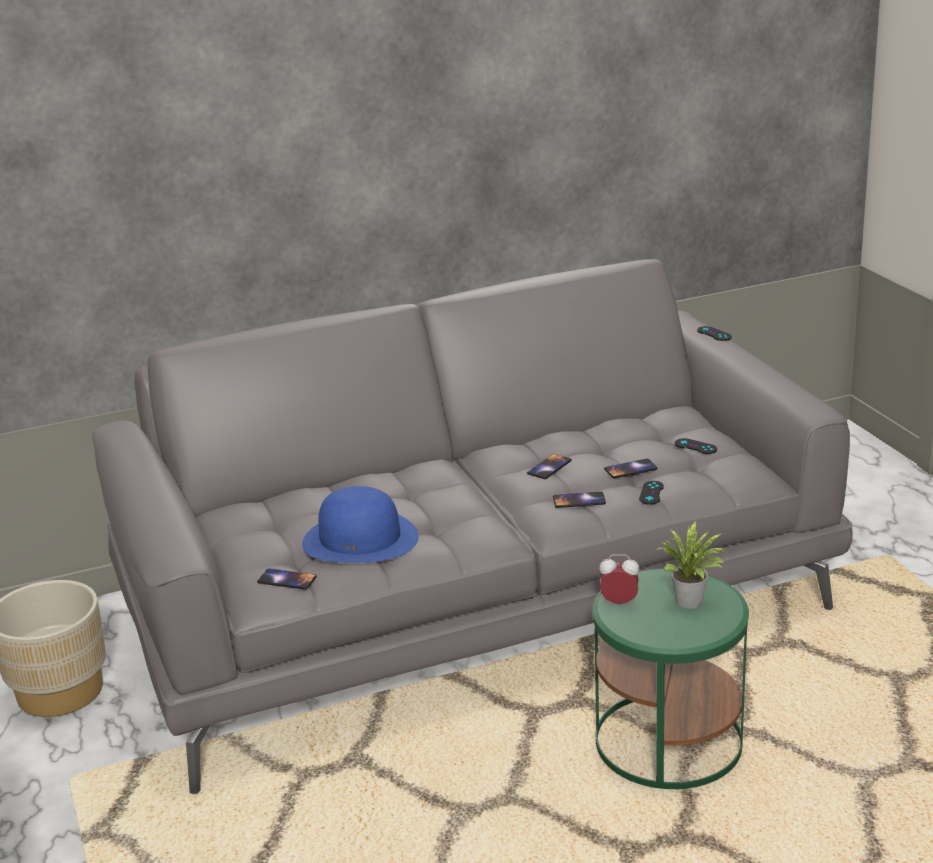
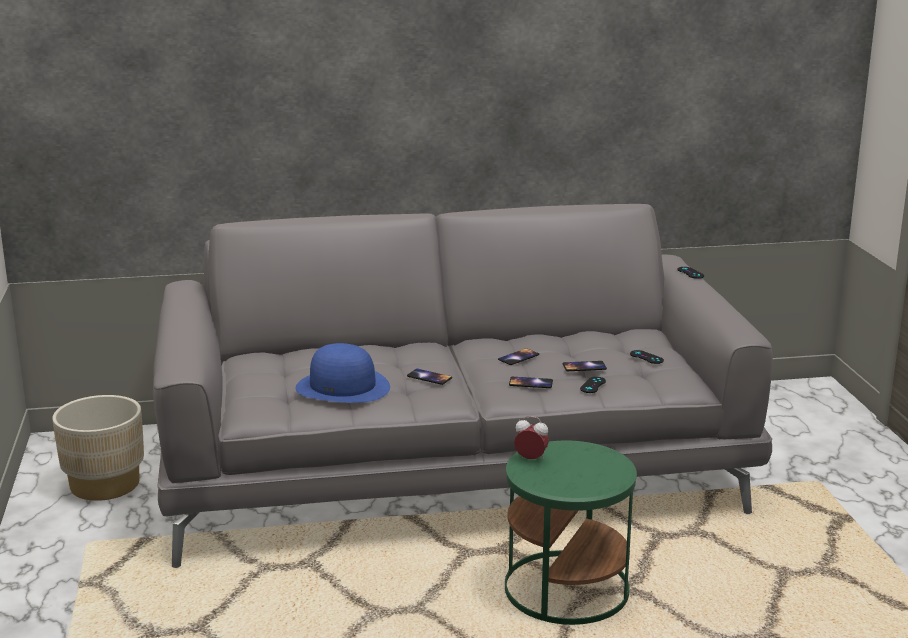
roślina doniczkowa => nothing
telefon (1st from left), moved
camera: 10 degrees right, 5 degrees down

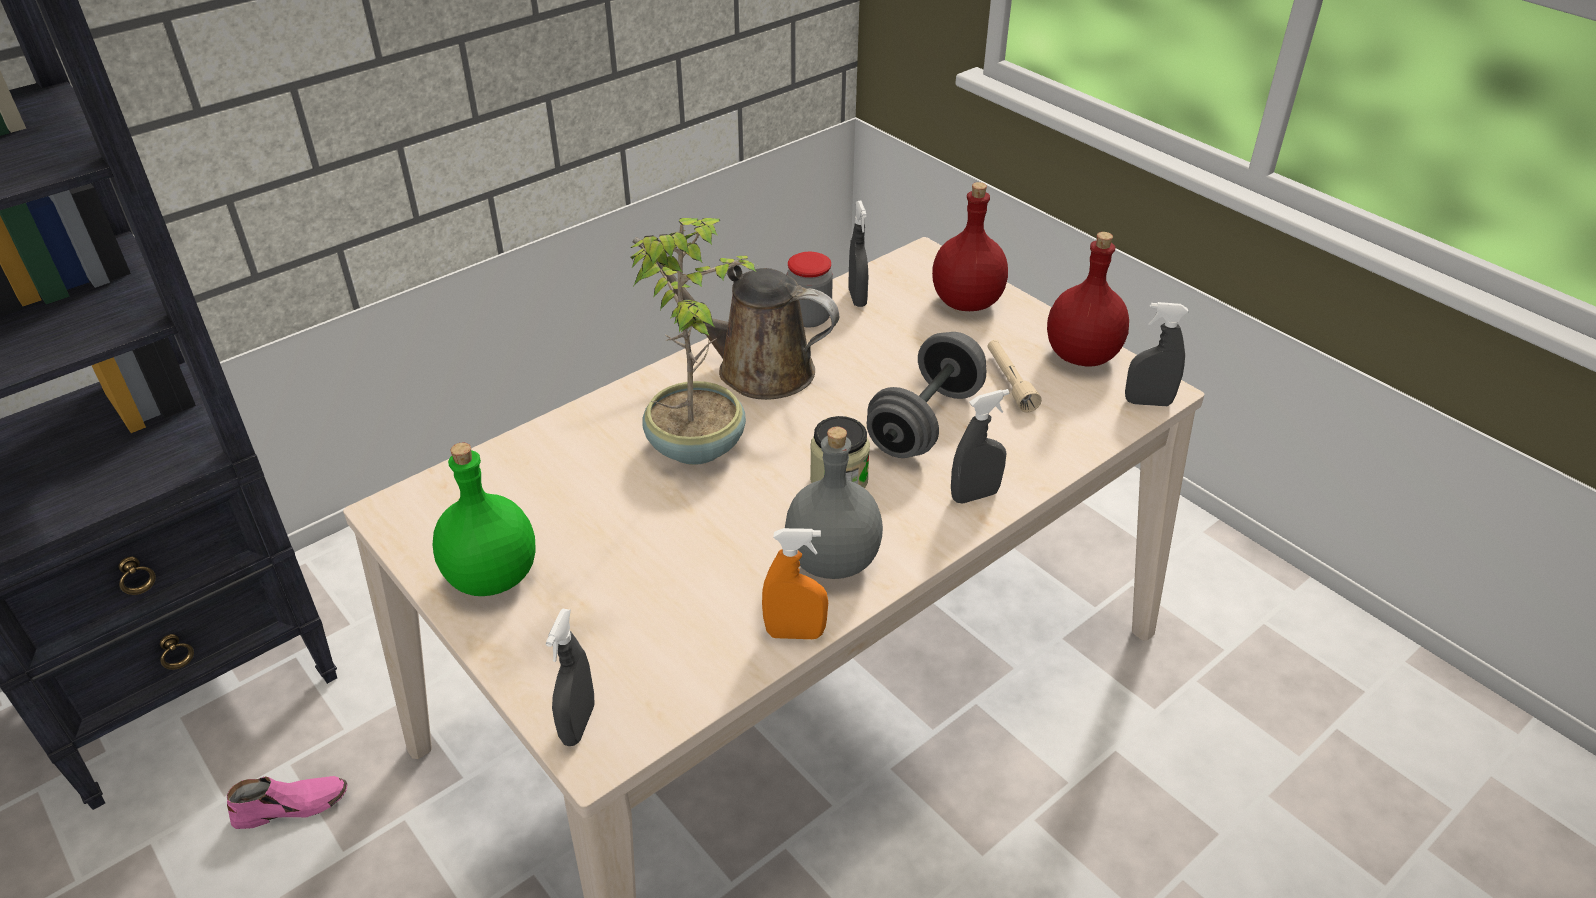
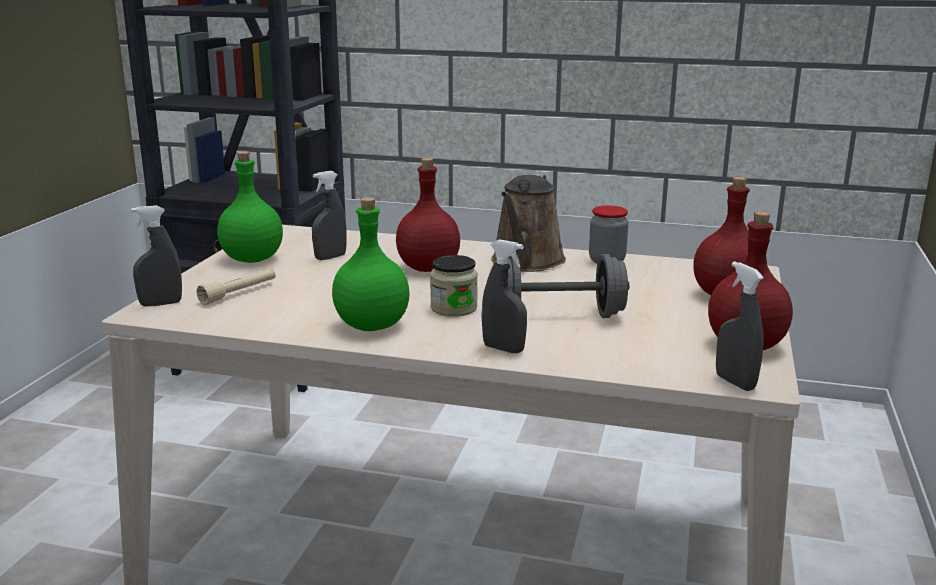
but [różowy] => nothing
spryskiwacz [pomarańczowy] => nothing
spryskiwacz [szary] (2nd from left), moved
latarka [beżowy], moved
roślina doniczkowa => butelka [czerwony] (1st from left)
butelka [szary] => butelka [zielony] (2nd from left)
konewka [brązowy], 150 degrees counterclockwise
camera: 55 degrees right, 20 degrees down

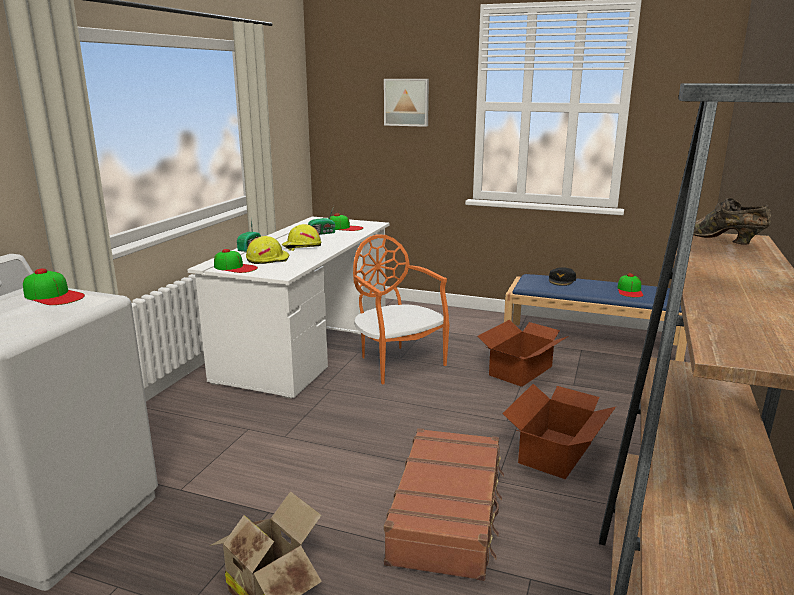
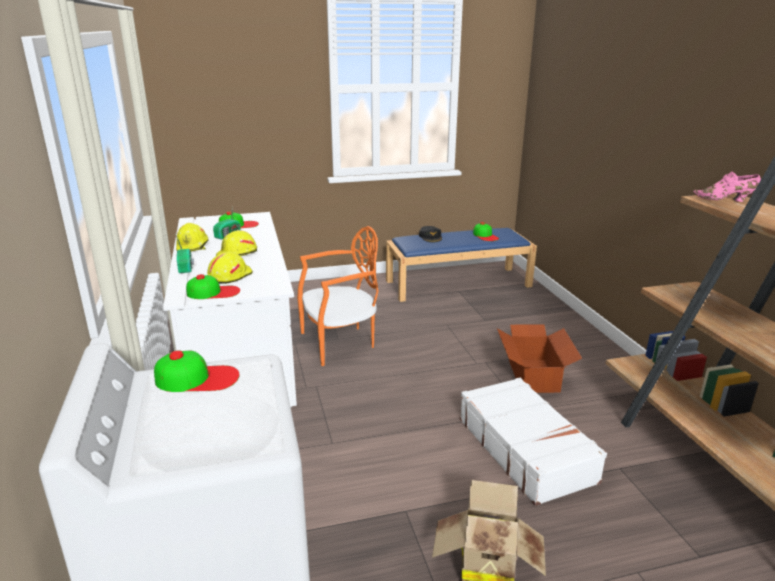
obraz => nothing
karton (2nd from left) => nothing
nothing => kask [żółty] (1st from left)
walizka [brązowy] => walizka [biały]
but [brązowy] => but [różowy]
krzesło [pomarańczowy], 135 degrees clockwise
camera: 35 degrees left, 5 degrees up

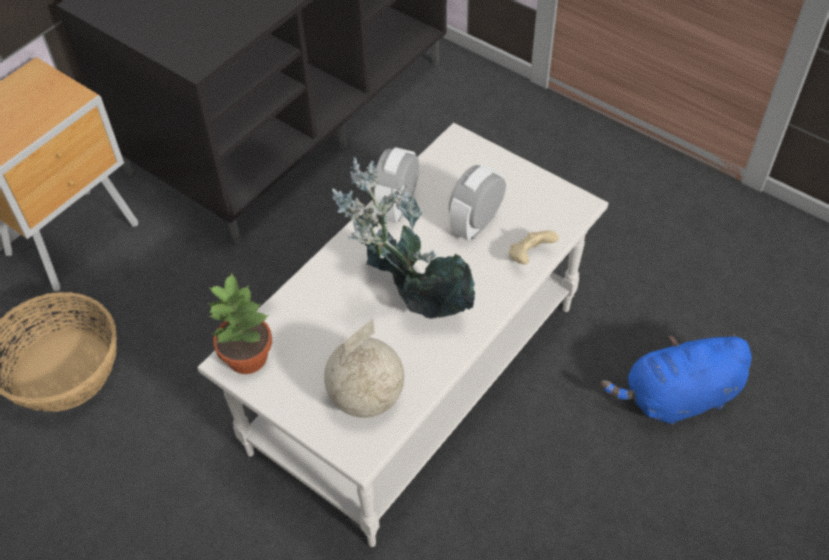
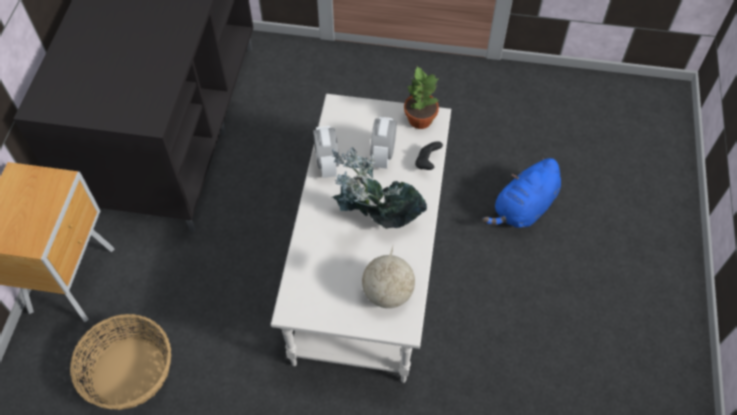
roślina doniczkowa (1st from left in the first image) => roślina doniczkowa (2nd from left), moved
pad do gier [beżowy] => pad do gier [czarny]
camera: 30 degrees left, 5 degrees up

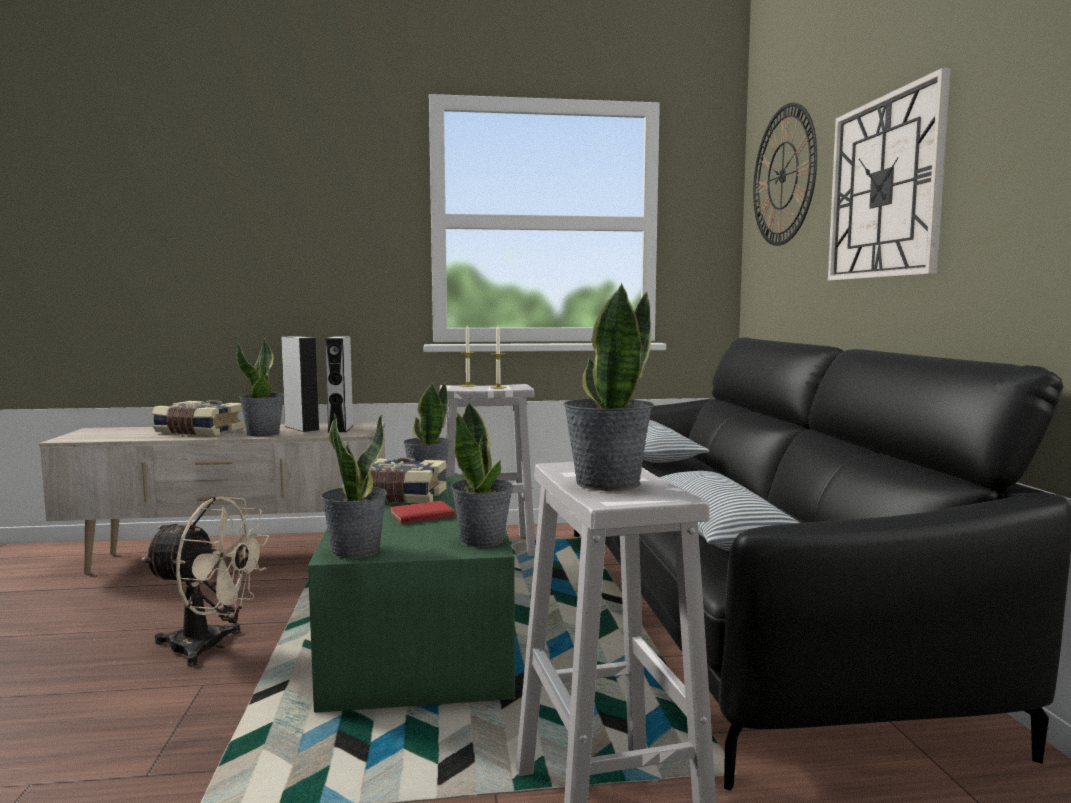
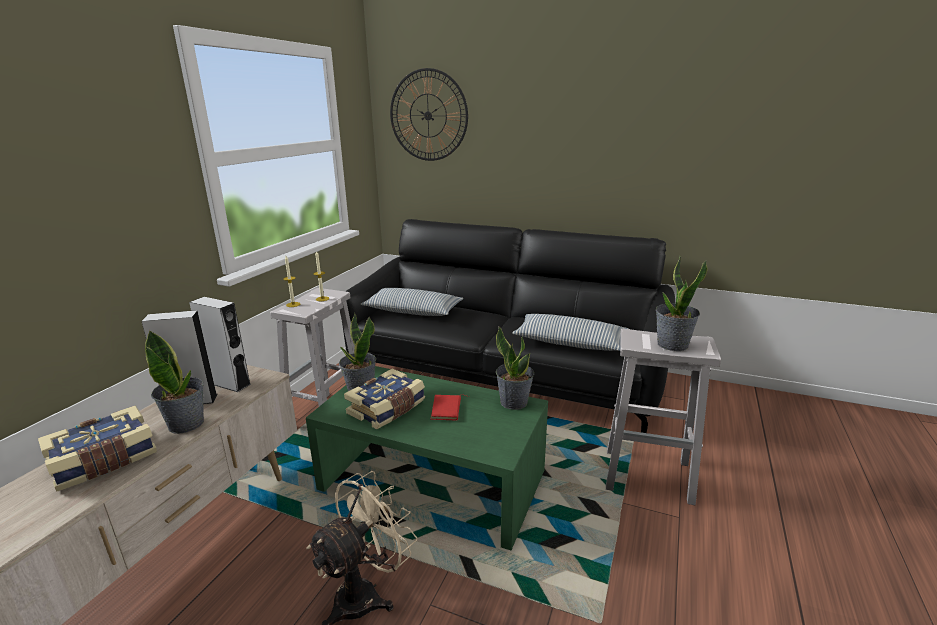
roślina doniczkowa (2nd from left) => nothing
zegar ścienny (2nd from left) => nothing
camera: 60 degrees left, 15 degrees up

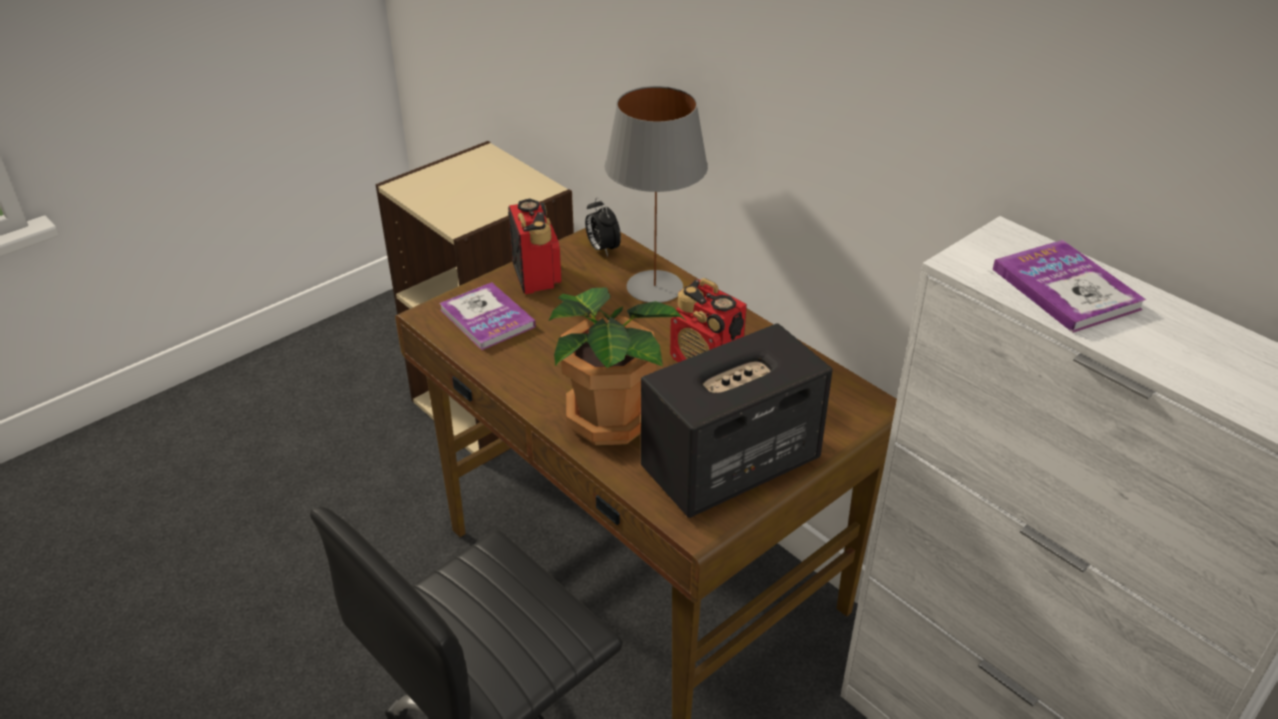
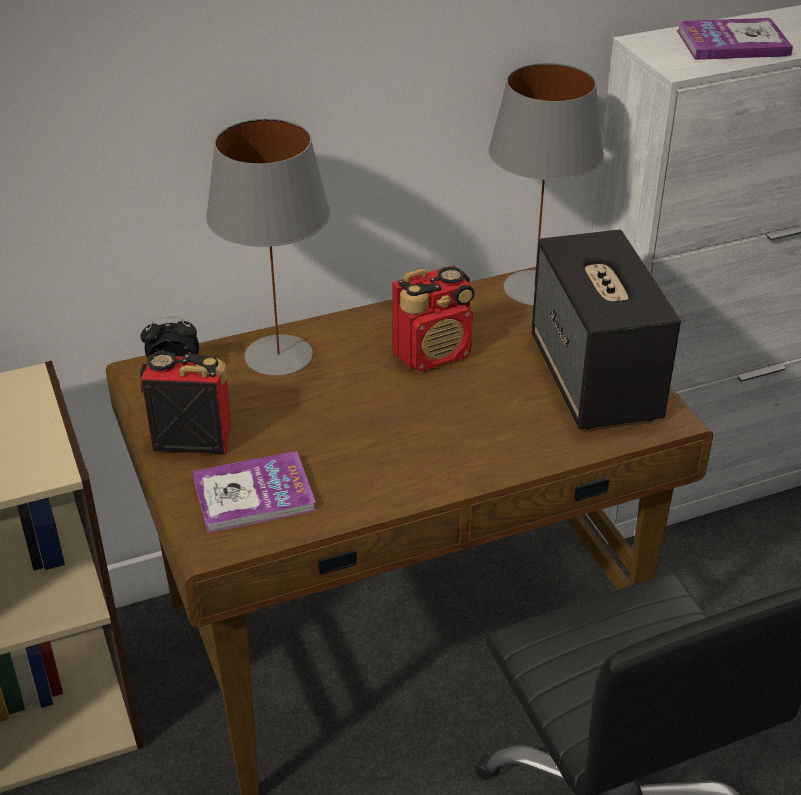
roślina doniczkowa => nothing
nothing => lampa stołowa [szary] (2nd from left)
camera: 70 degrees left, 0 degrees up

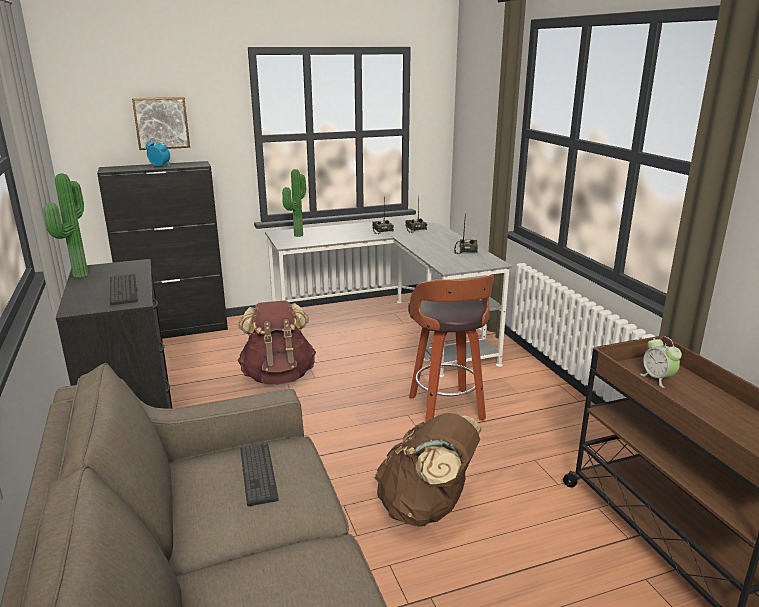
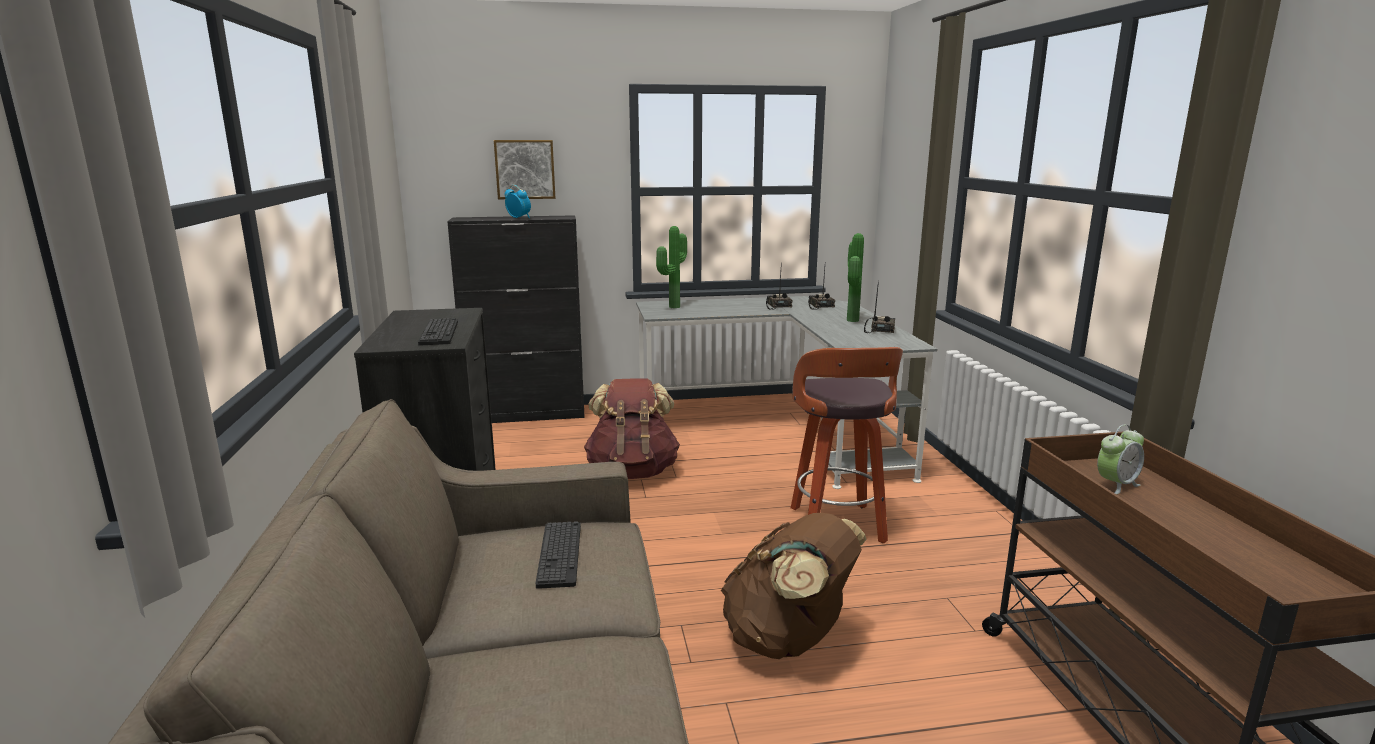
roślina doniczkowa (1st from left in the first image) => roślina doniczkowa (2nd from left), moved
budzik (2nd from left), 105 degrees counterclockwise
camera: 10 degrees right, 5 degrees down

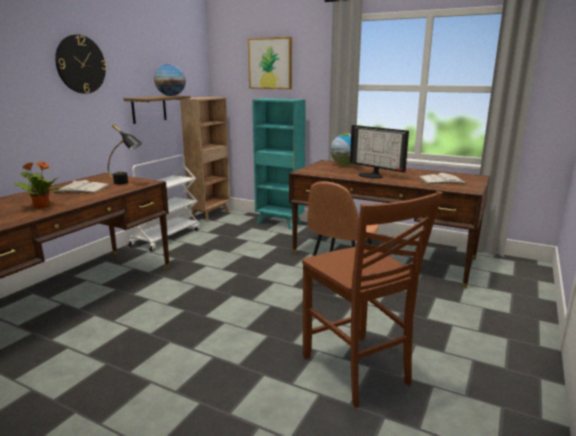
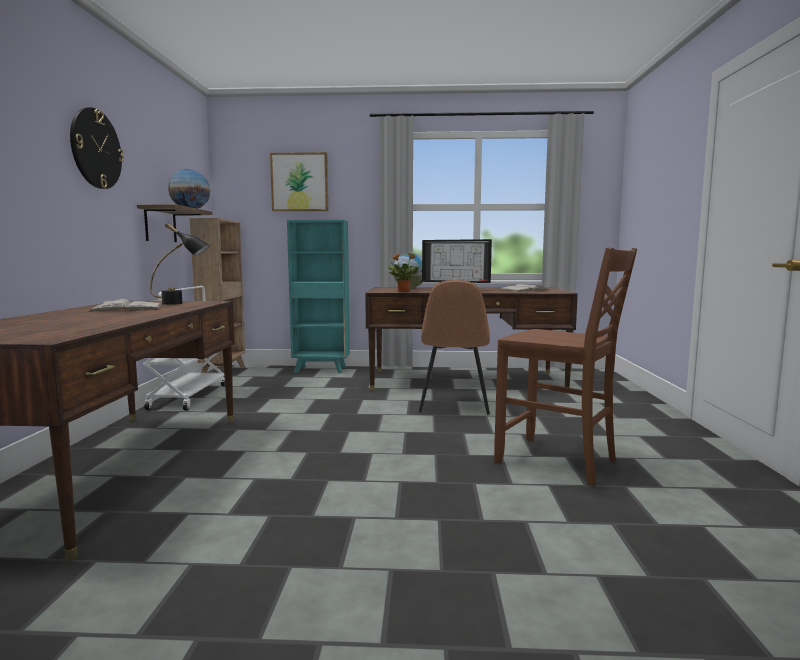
roślina doniczkowa, moved
camera: 25 degrees left, 10 degrees down

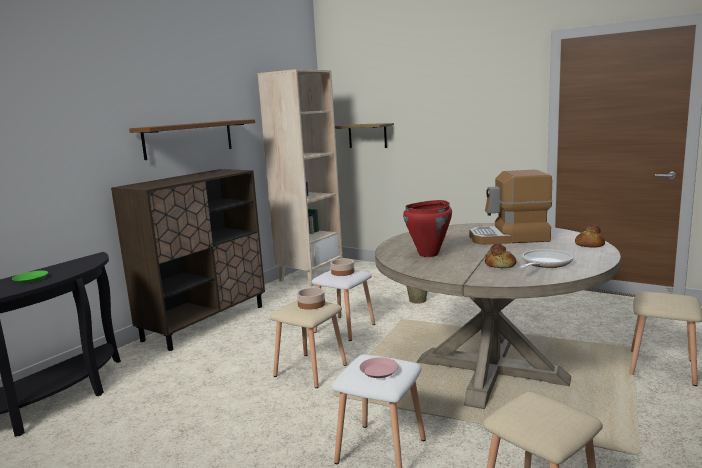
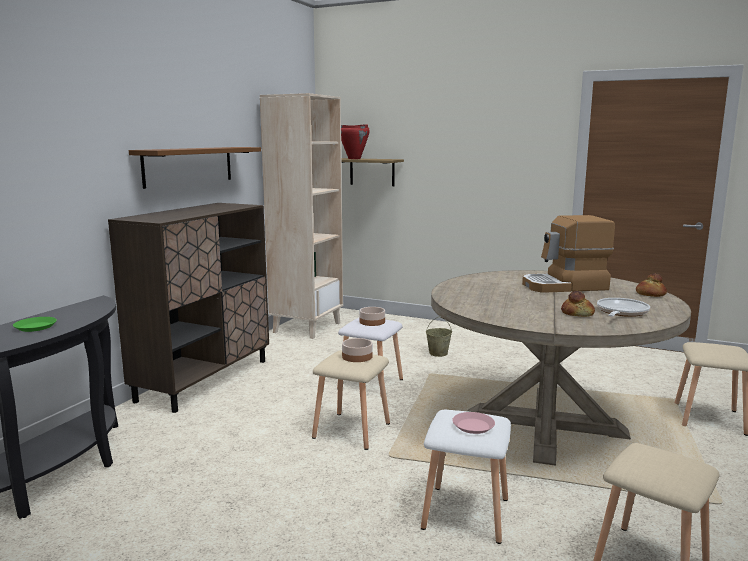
garnek [czerwony], moved
camera: 10 degrees left, 0 degrees up

